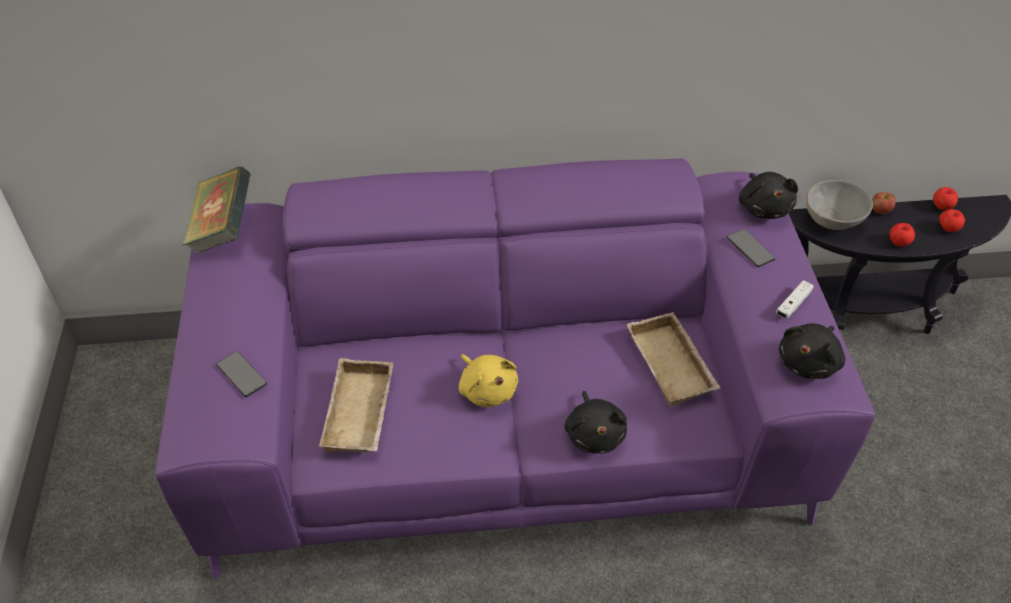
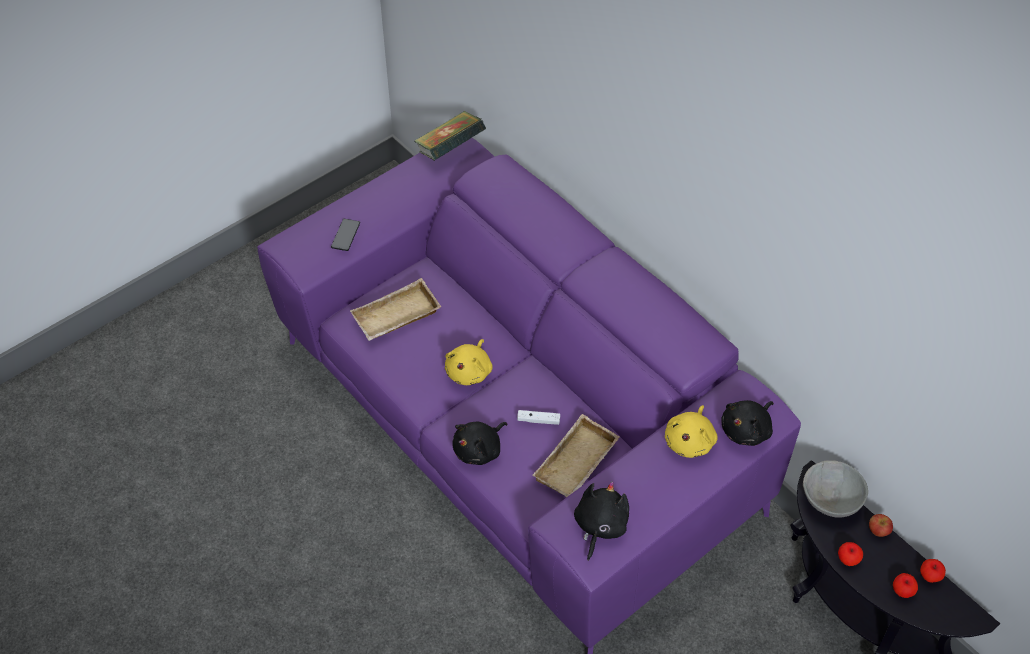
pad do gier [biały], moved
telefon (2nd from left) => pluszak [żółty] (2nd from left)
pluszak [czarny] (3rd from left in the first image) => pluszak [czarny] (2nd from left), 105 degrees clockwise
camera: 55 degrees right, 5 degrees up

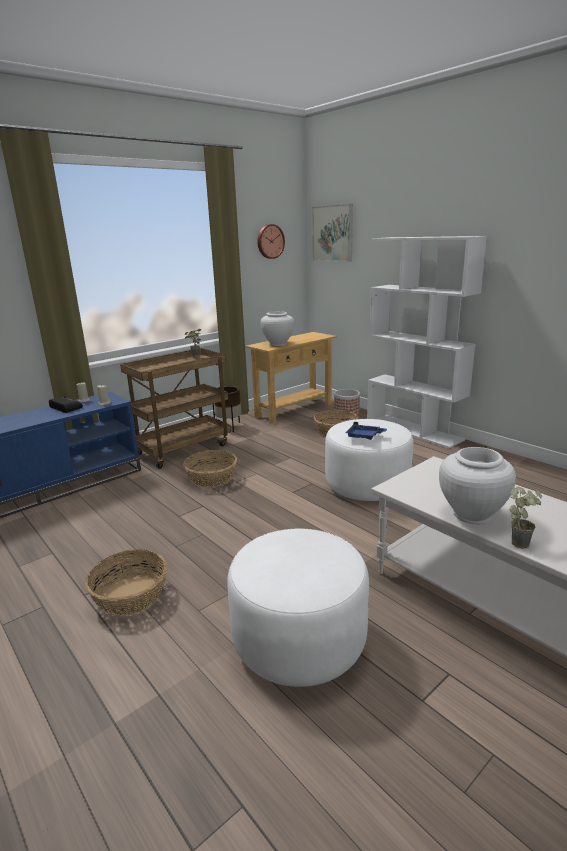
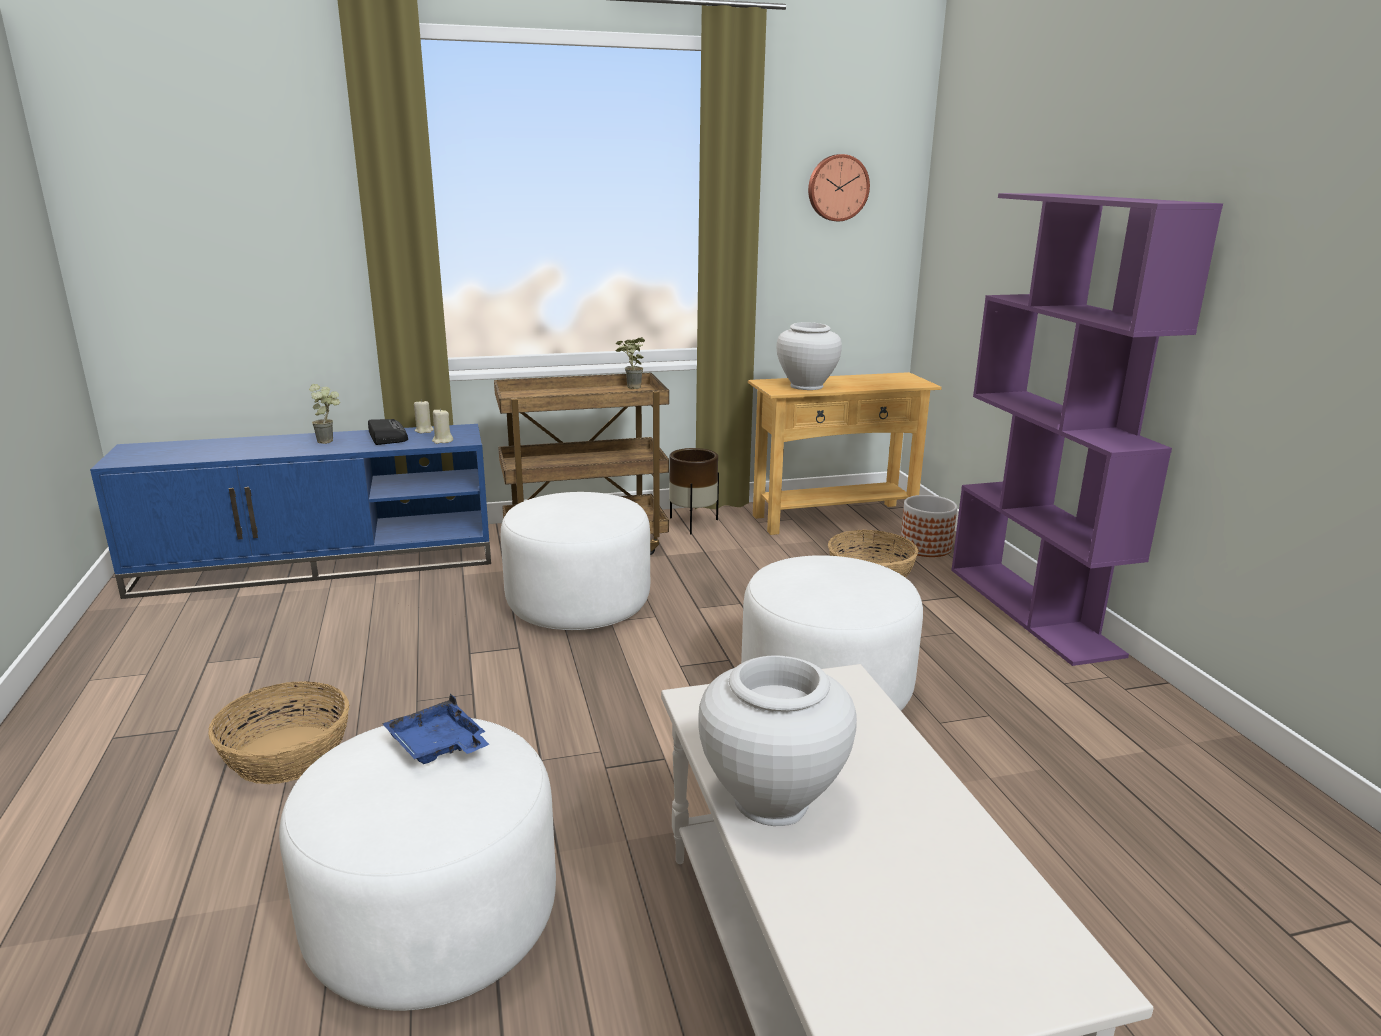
obraz => nothing
taca [niebieski], moved
roślina doniczkowa (2nd from left in the first image) => roślina doniczkowa (1st from left), moved
koszyk (2nd from left) => pufa [biały] (2nd from left)
regał [biały] => regał [fioletowy]
camera: 25 degrees right, 0 degrees up

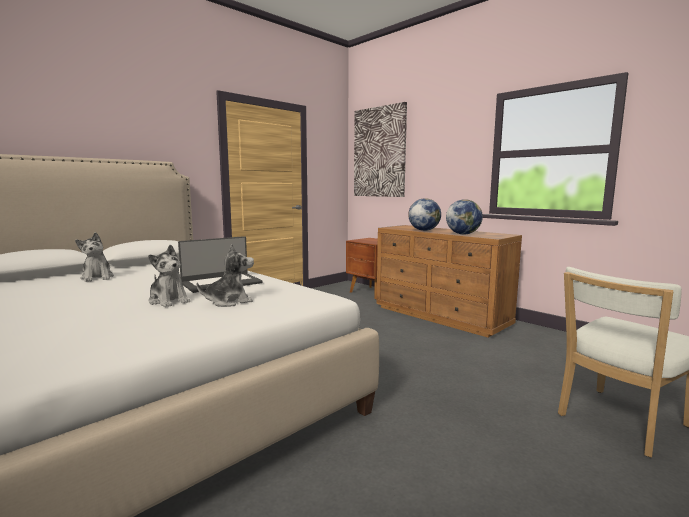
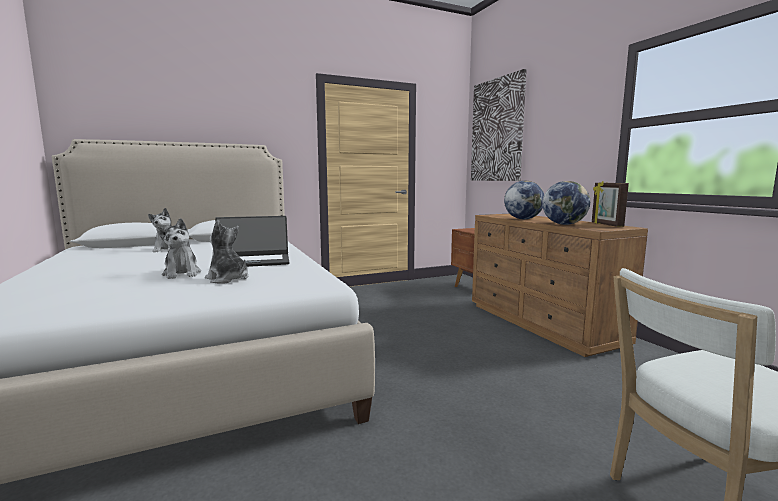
nothing => ramka na zdjęcie
pluszak (3rd from left), 135 degrees counterclockwise
camera: 20 degrees right, 0 degrees up

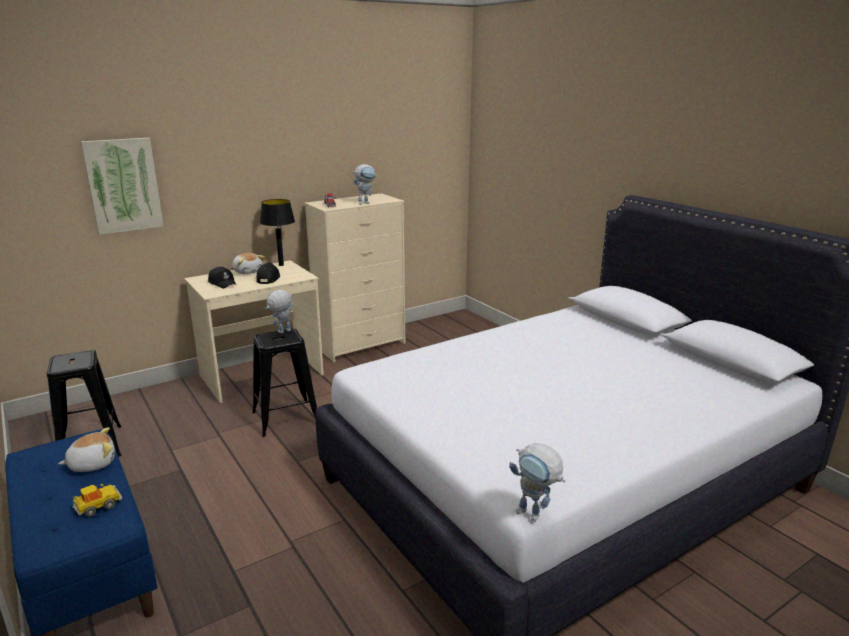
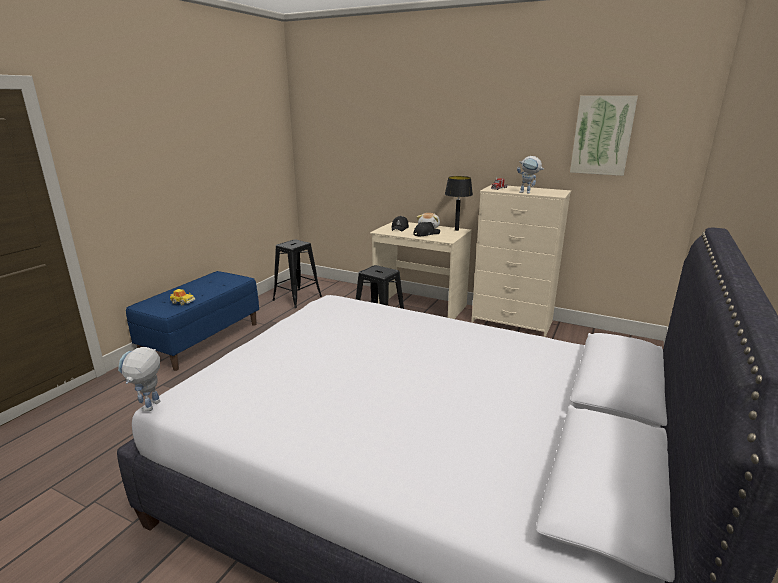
pluszak (1st from left) => nothing
robot zabawkowy (1st from left) => nothing
obraz, moved
camera: 60 degrees right, 0 degrees up

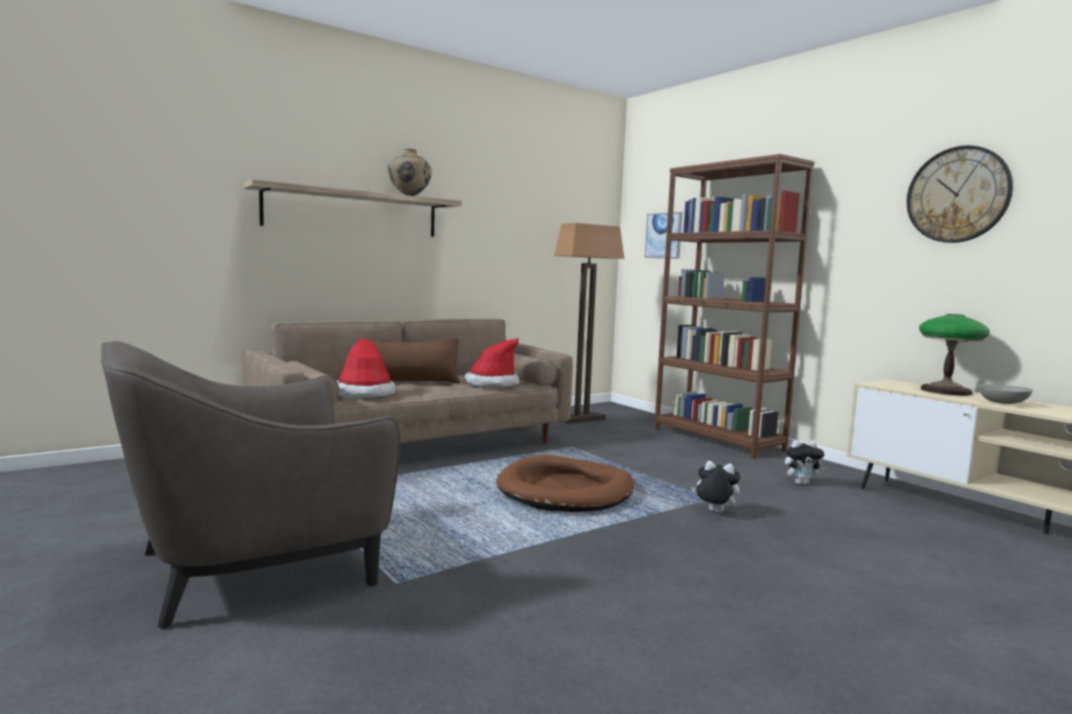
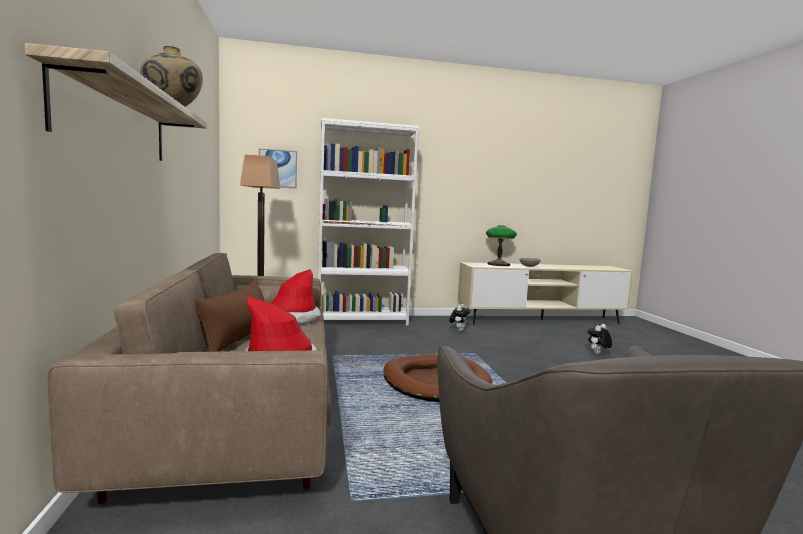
zegar ścienny => nothing
pluszak (1st from left in the first image) => pluszak (2nd from left), moved
regał [brązowy] => regał [biały]
camera: 65 degrees left, 0 degrees up

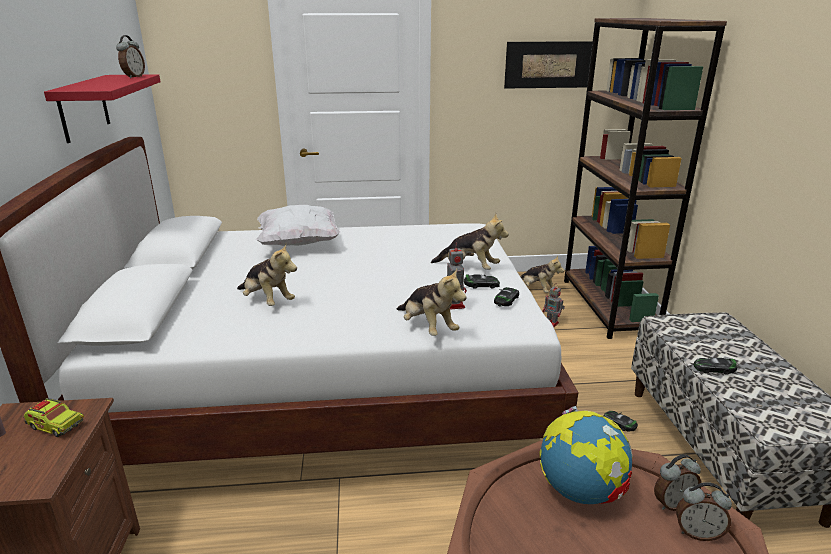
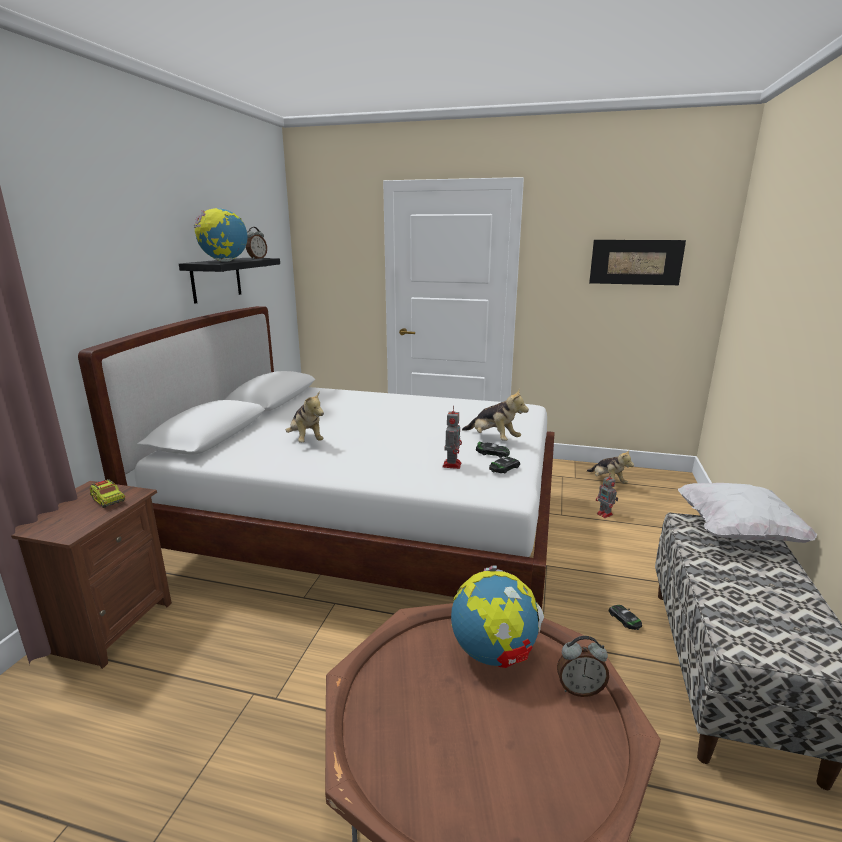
pluszak (2nd from left) => nothing
regał [brązowy] => nothing
budzik (3rd from left) => nothing
samochodzik (4th from left) => nothing
nothing => globus (1st from left)
poduszka [biały], moved
półka [czerwony] => półka [czarny]
camera: 20 degrees right, 5 degrees down

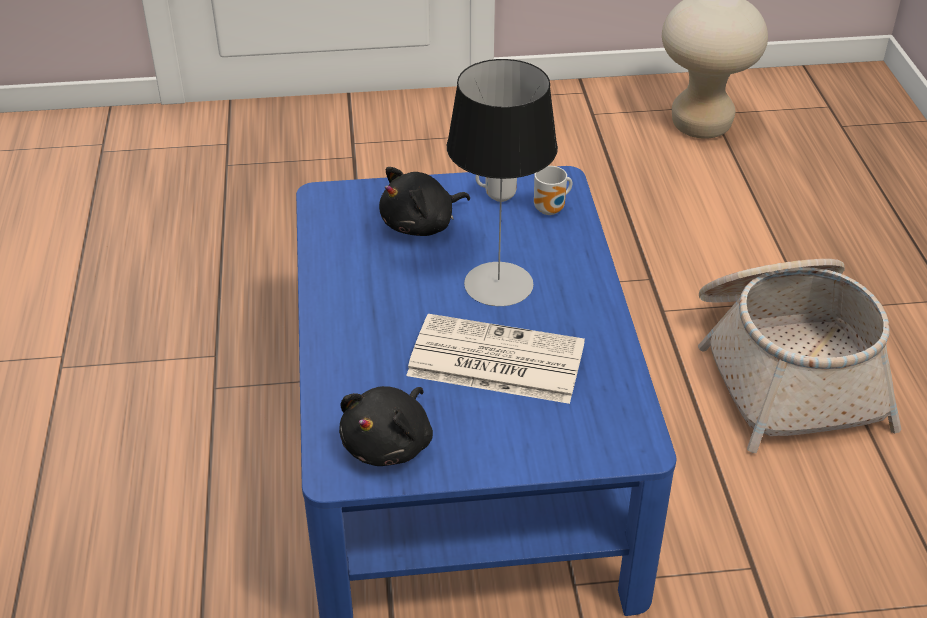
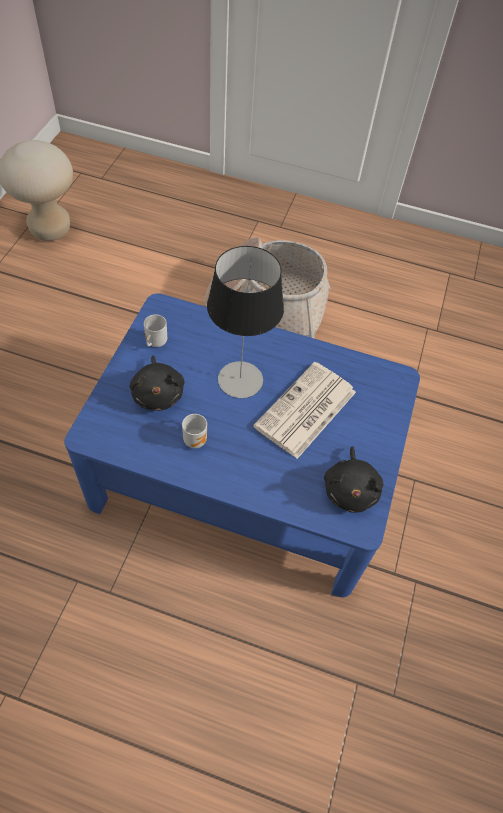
kubek (2nd from left), moved
pluszak [czarny] (1st from left in the first image) => pluszak [czarny] (2nd from left), 45 degrees clockwise
camera: 70 degrees left, 15 degrees up

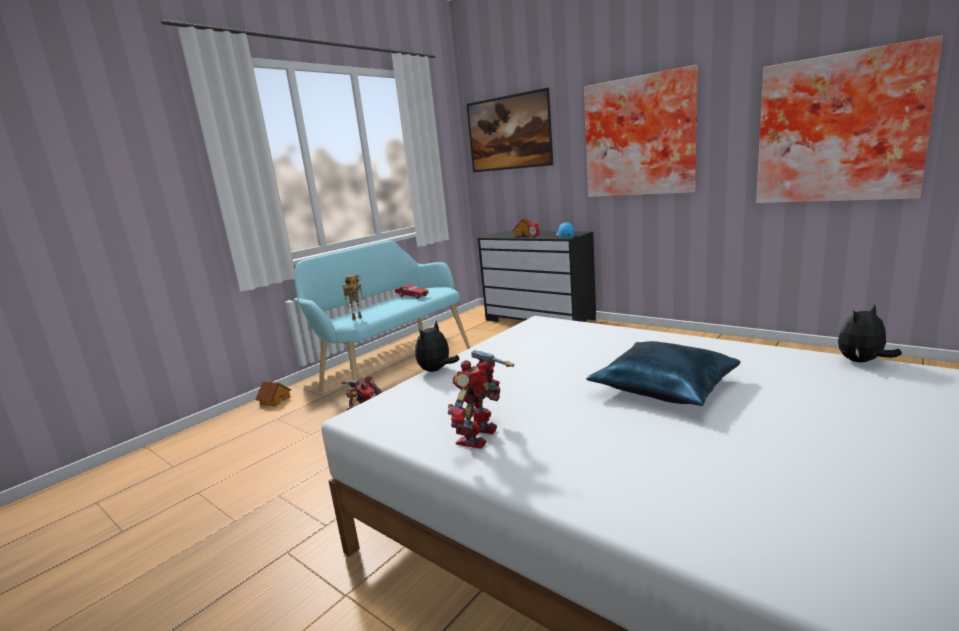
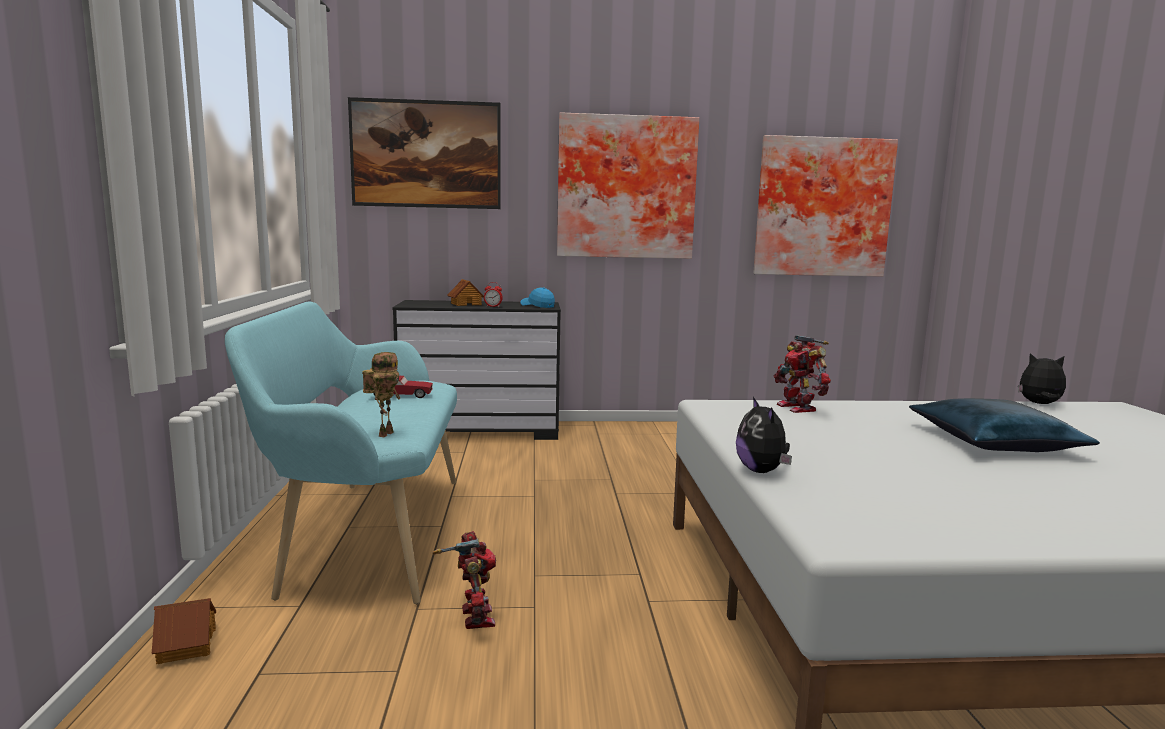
robot zabawkowy (3rd from left), moved
pluszak (2nd from left), 90 degrees clockwise
camera: 45 degrees left, 5 degrees down

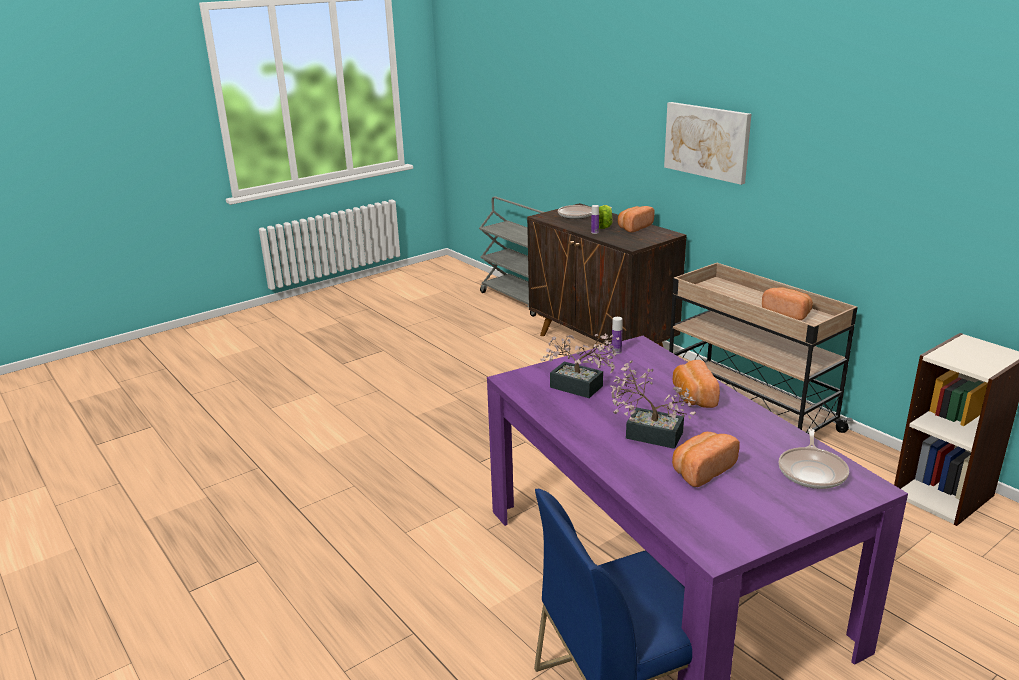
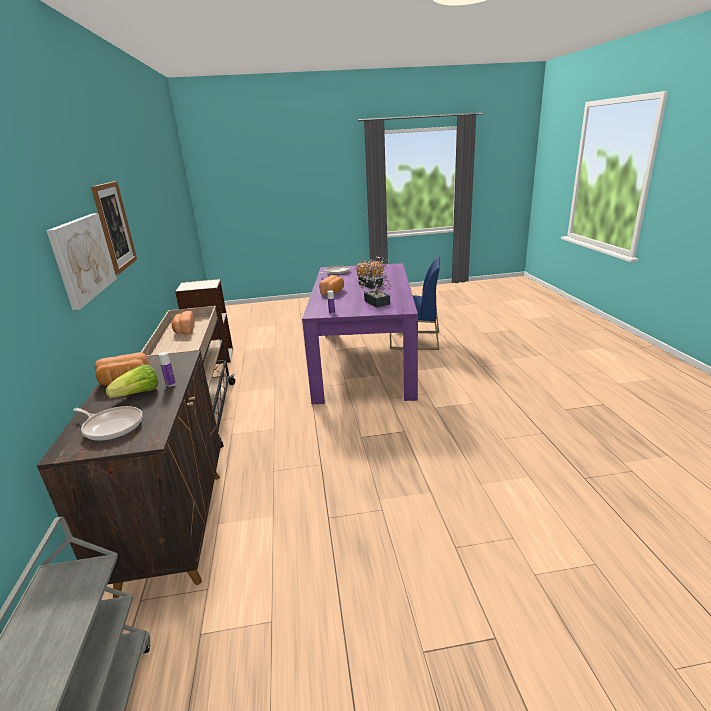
nothing => obraz (2nd from left)
camera: 150 degrees left, 0 degrees up

